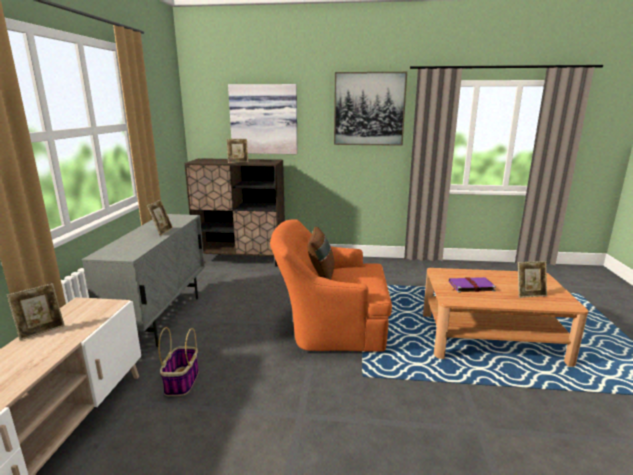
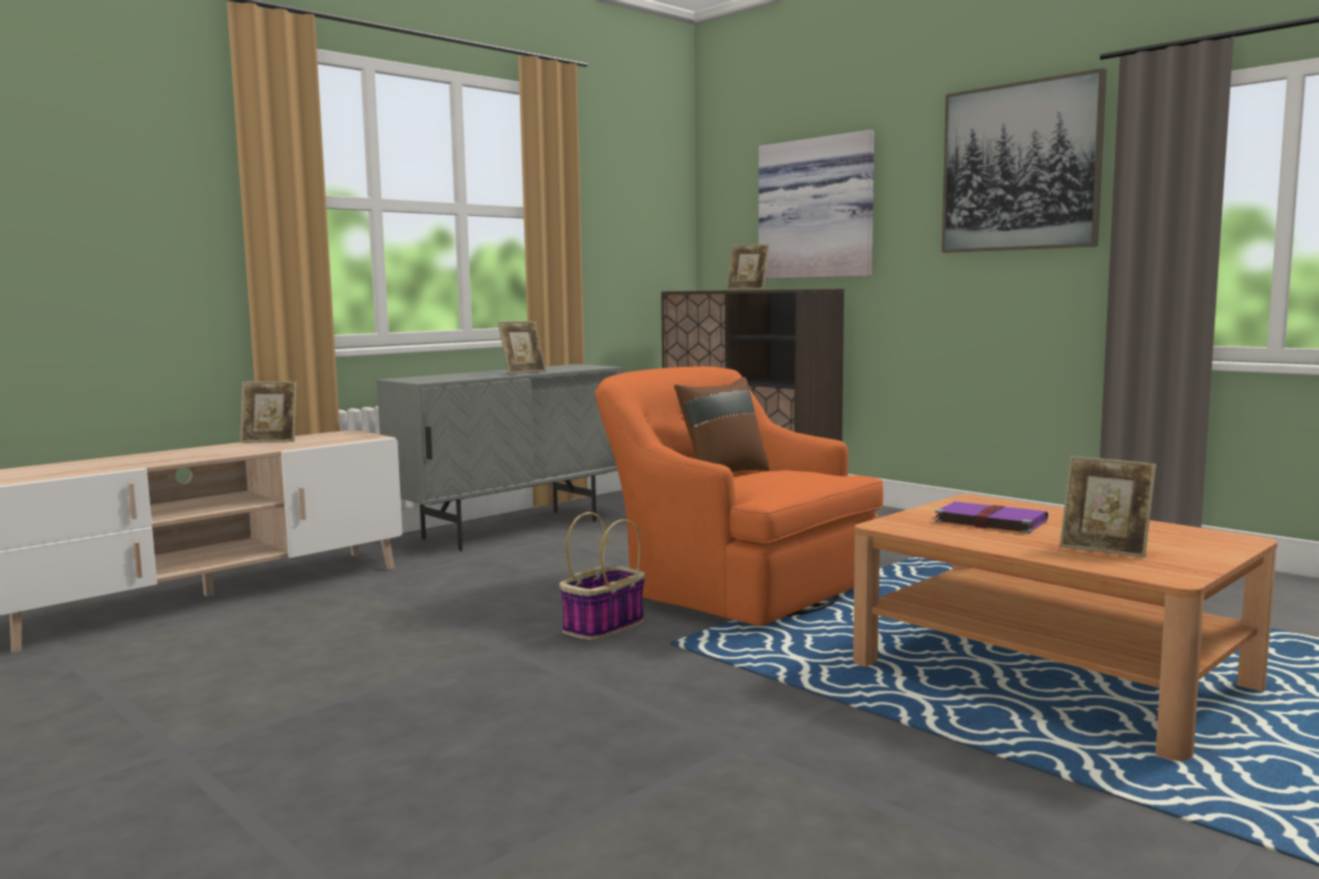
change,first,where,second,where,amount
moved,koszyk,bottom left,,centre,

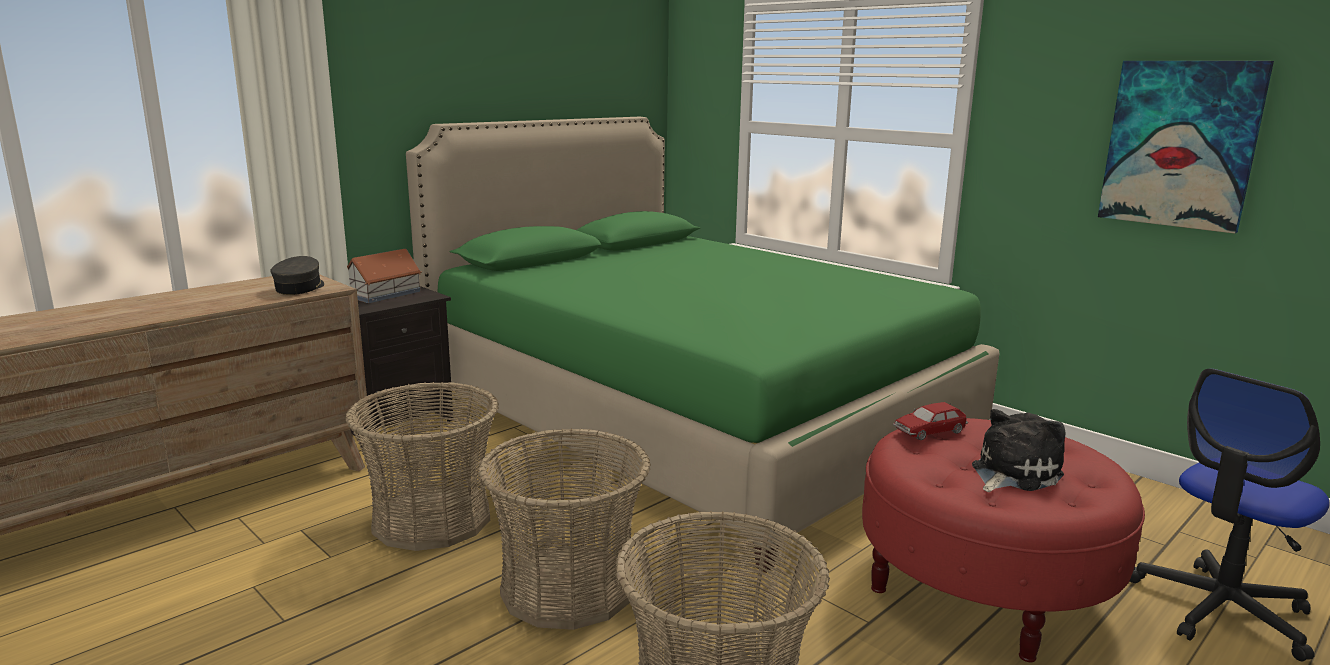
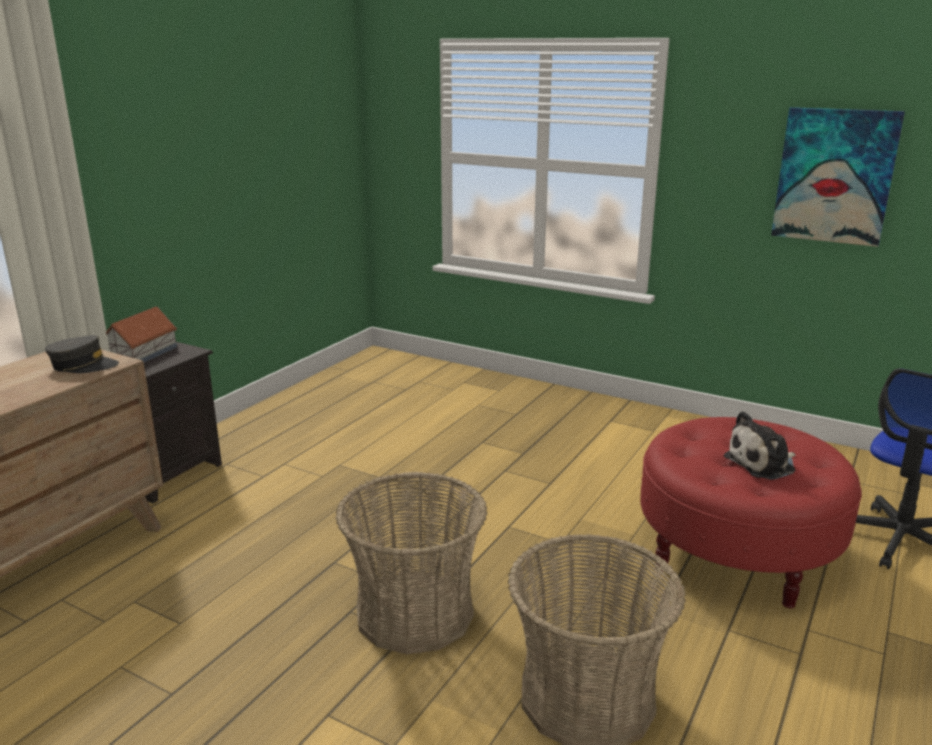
change,first,where,second,where,amount
turned,czapka z daszkiem/szary,middle left,,middle left,105 degrees clockwise
turned,pluszak,bottom right,,middle right,150 degrees counterclockwise
removed,koszyk (1st from left),bottom left,,,
removed,łóżko/zielony,centre,,,
removed,samochodzik,middle right,,,

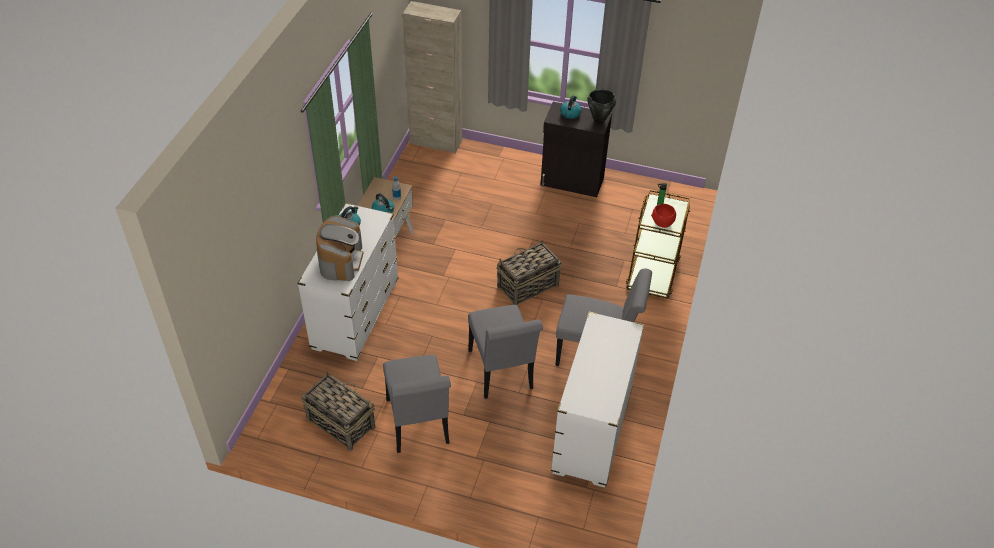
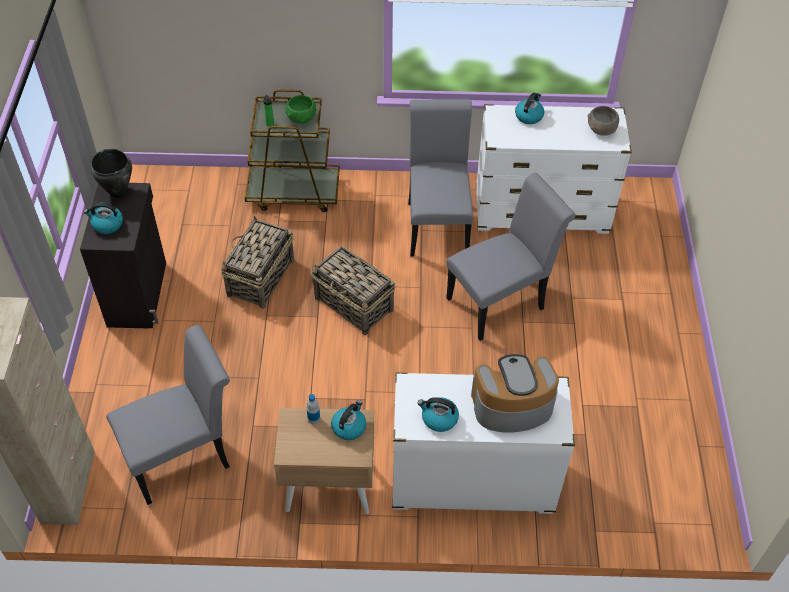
change,first,where,second,where,amount
moved,krzesło/szary (1st from left),bottom centre,,bottom left,
moved,koszyk (1st from left),bottom centre,,middle left,
recoloured,miska/czerwony,middle right,miska/zielony,top centre,
added,,,czajnik (4th from left),top right,
added,,,miska/szary,top right,

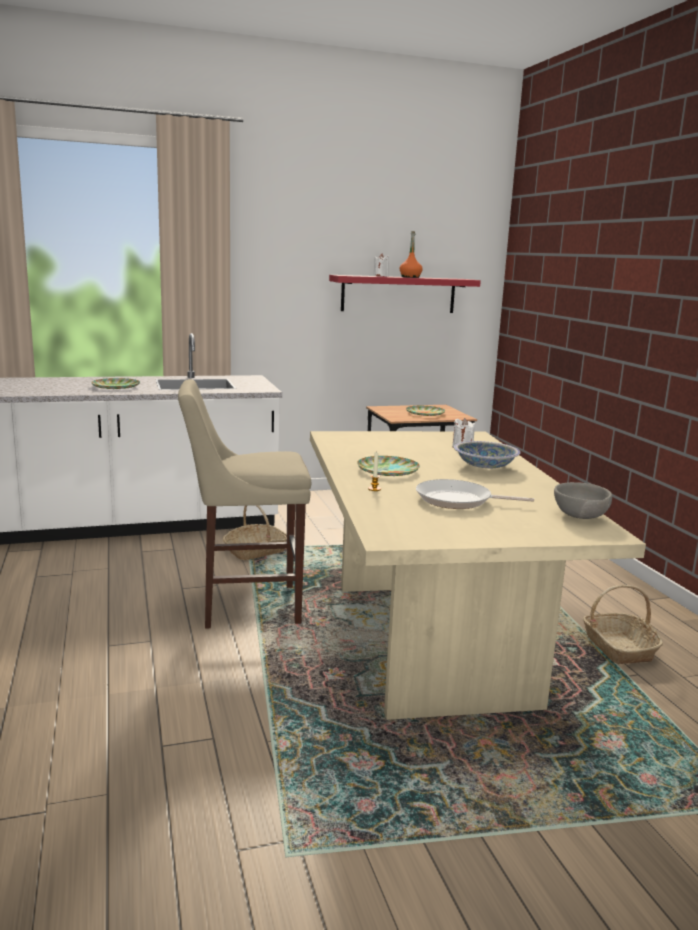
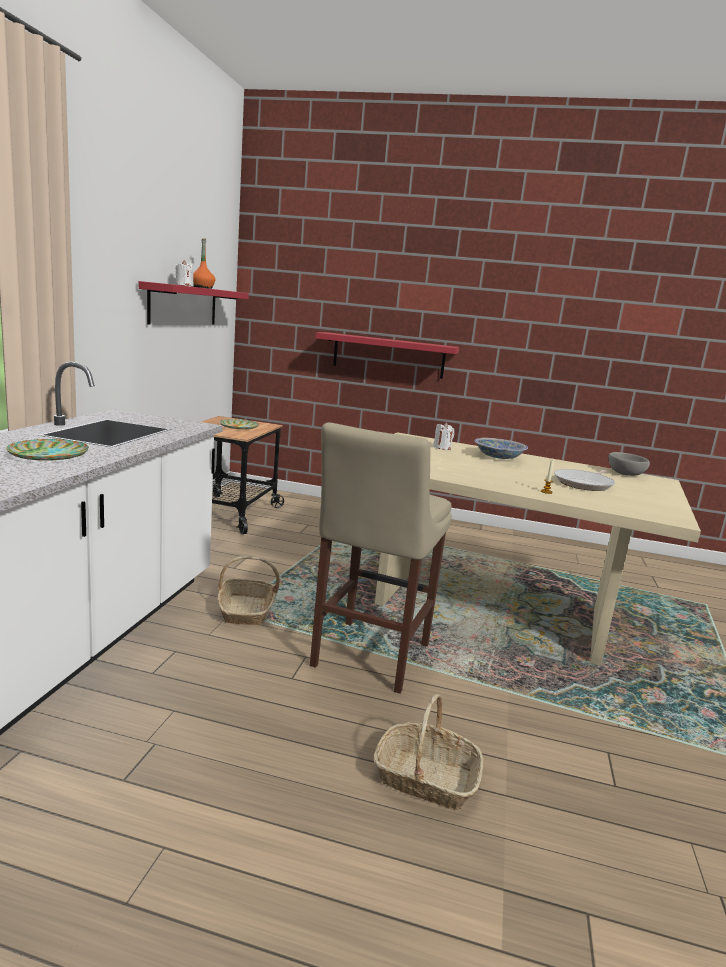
change,first,where,second,where,amount
added,,,półka/czerwony (2nd from left),centre,
moved,koszyk (2nd from left),bottom right,,bottom centre,
removed,talerz (2nd from left),centre,,,

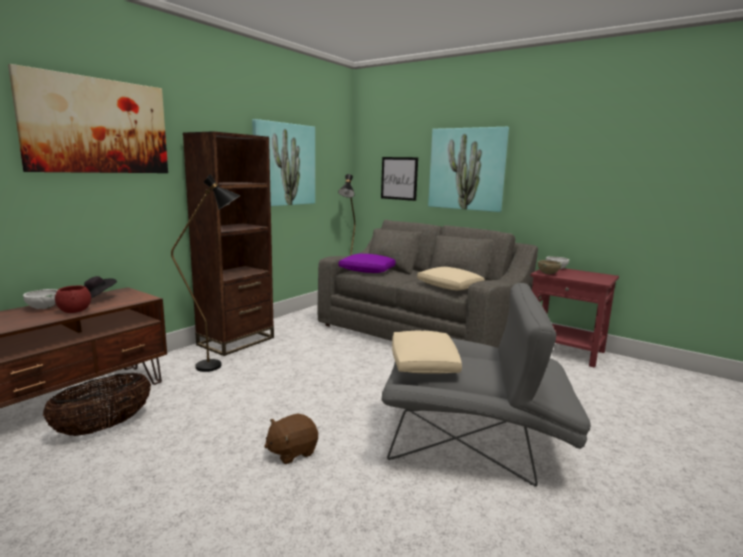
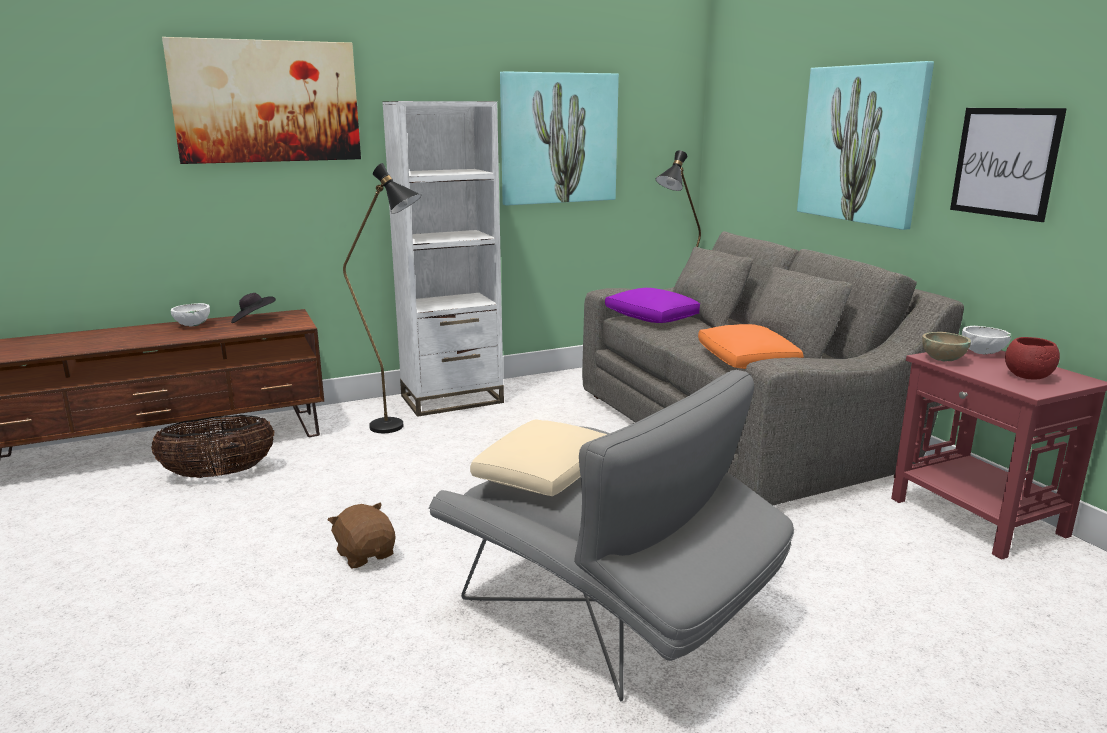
change,first,where,second,where,amount
turned,pluszak/brązowy,bottom centre,,bottom left,60 degrees clockwise
recoloured,regał/brązowy,middle left,regał/biały,centre,
recoloured,poduszka/beżowy (2nd from left),centre,poduszka/pomarańczowy,middle right,
moved,obraz (3rd from left in the first image),top centre,obraz (4th from left),top right,
moved,miska/czerwony,middle left,,middle right,

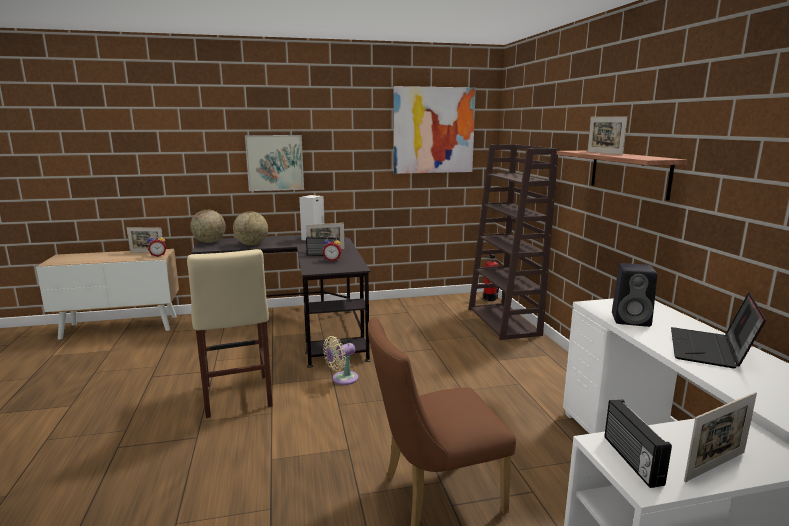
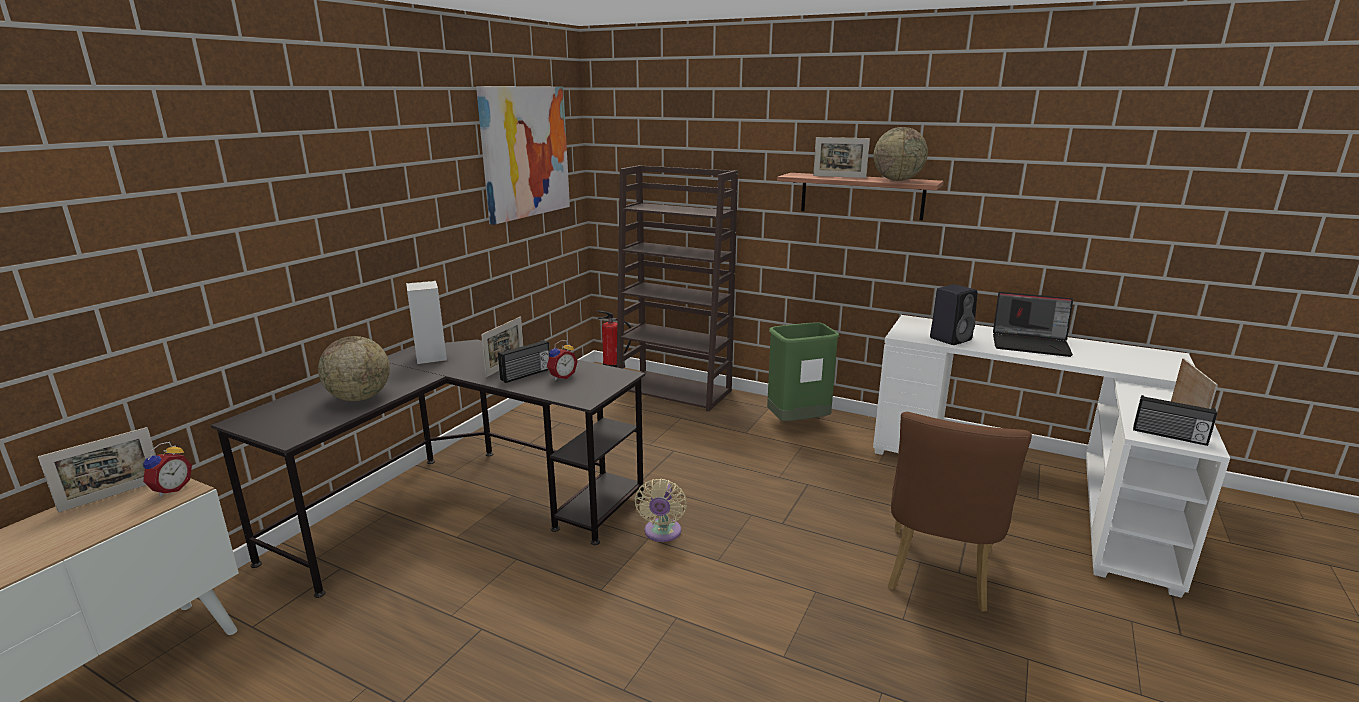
change,first,where,second,where,amount
added,,,kosz na śmieci/zielony,centre,
moved,globus (1st from left in the first image),middle left,globus (2nd from left),top centre,
turned,laptop,middle right,,middle right,45 degrees counterclockwise
removed,stołek/beżowy,middle left,,,
removed,obraz (1st from left),top centre,,,

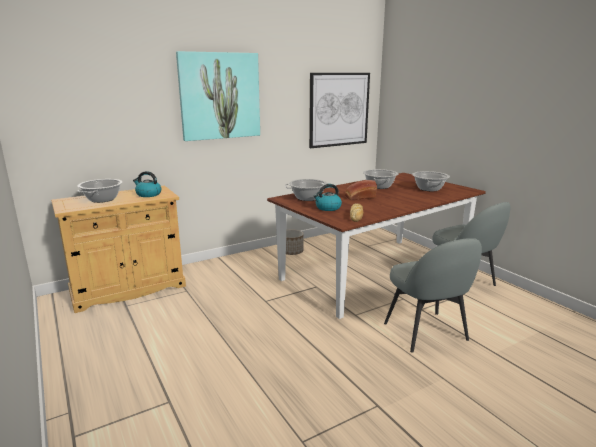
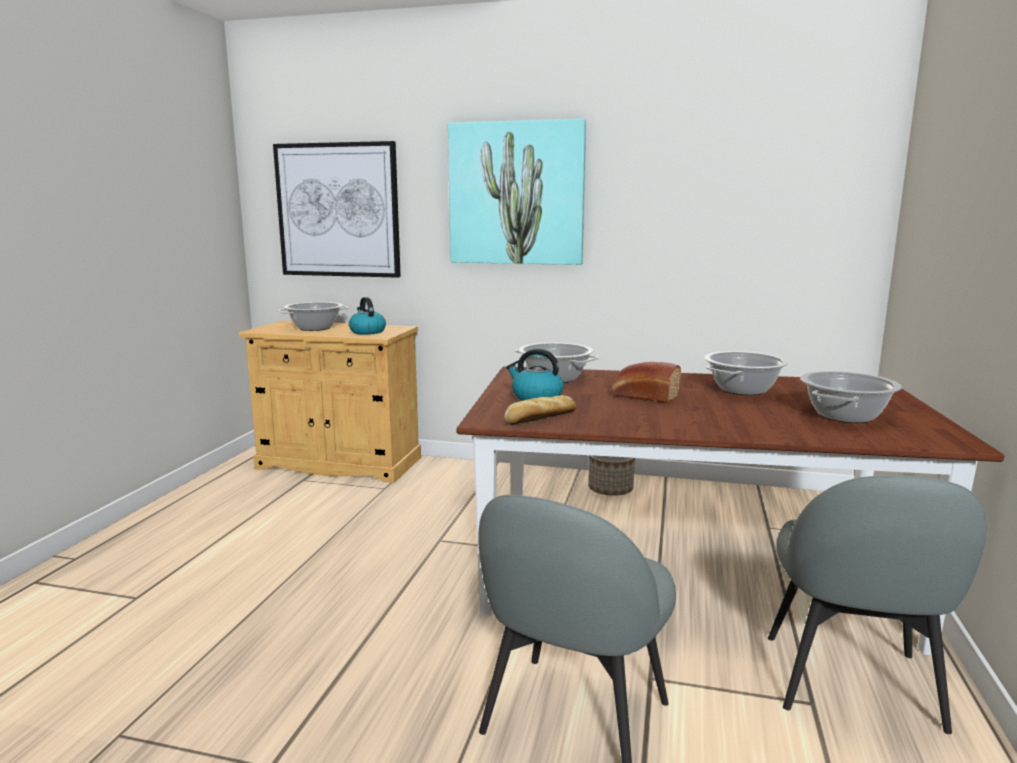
change,first,where,second,where,amount
moved,obraz (2nd from left in the first image),top centre,obraz (1st from left),top left,

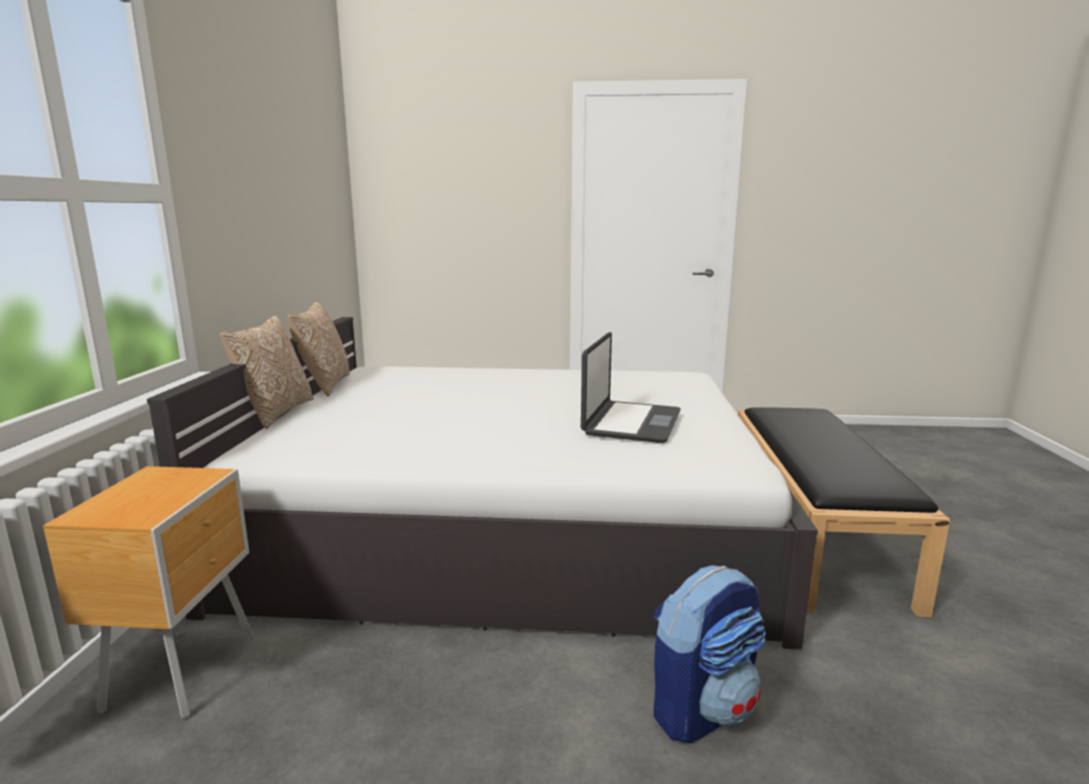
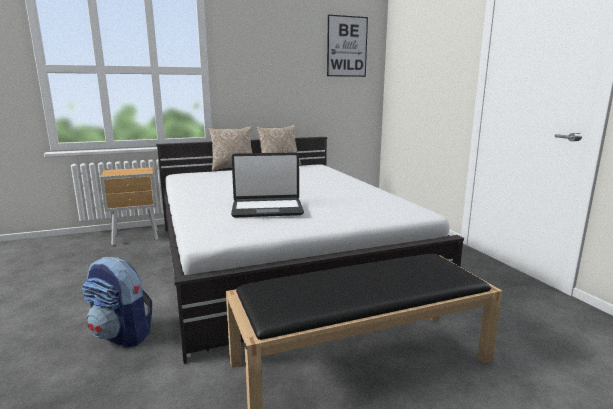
change,first,where,second,where,amount
added,,,obraz,top centre,

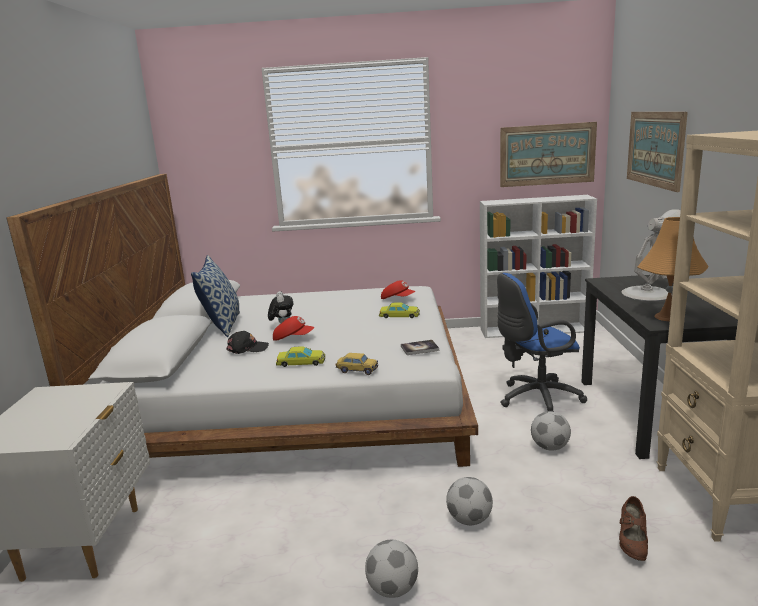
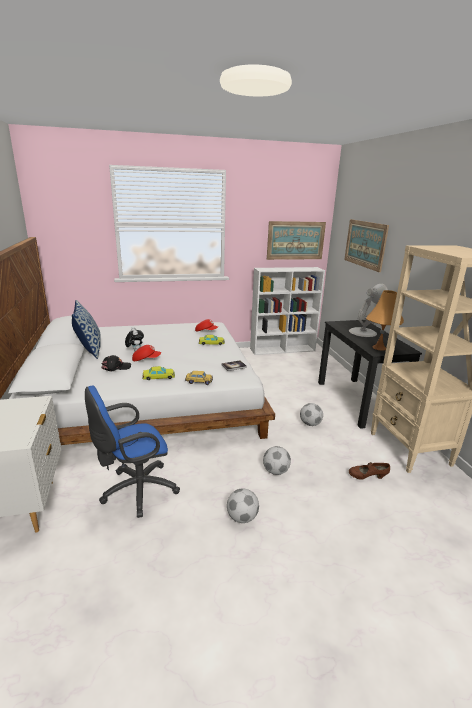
change,first,where,second,where,amount
moved,krzesło biurowe/niebieski,middle right,,middle left,
turned,but/brązowy,bottom right,,middle right,90 degrees clockwise

